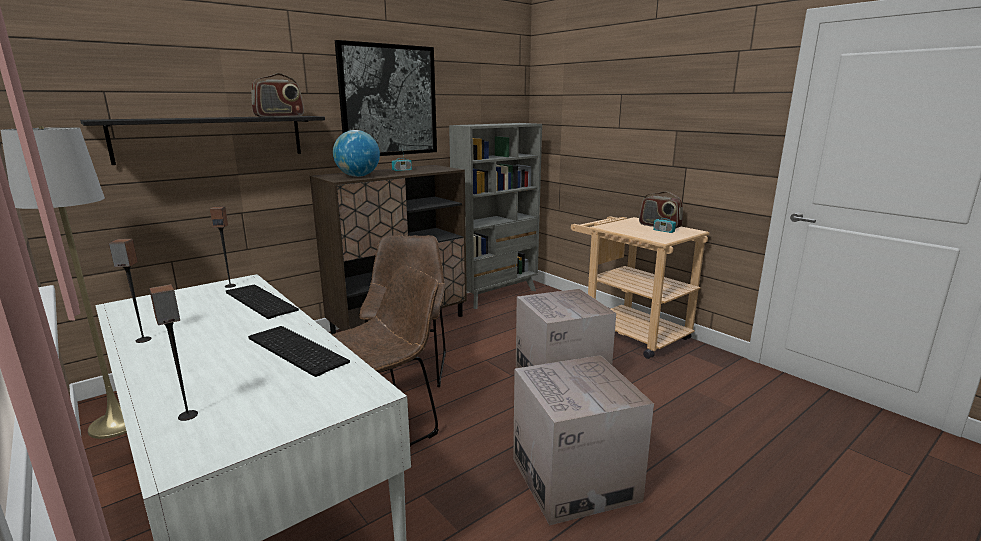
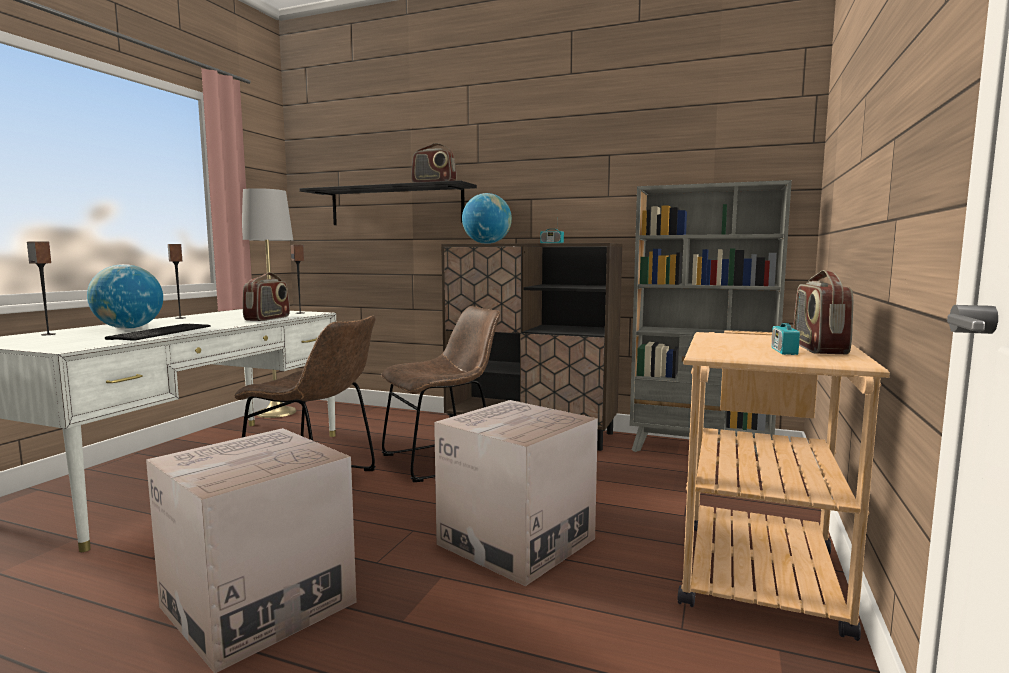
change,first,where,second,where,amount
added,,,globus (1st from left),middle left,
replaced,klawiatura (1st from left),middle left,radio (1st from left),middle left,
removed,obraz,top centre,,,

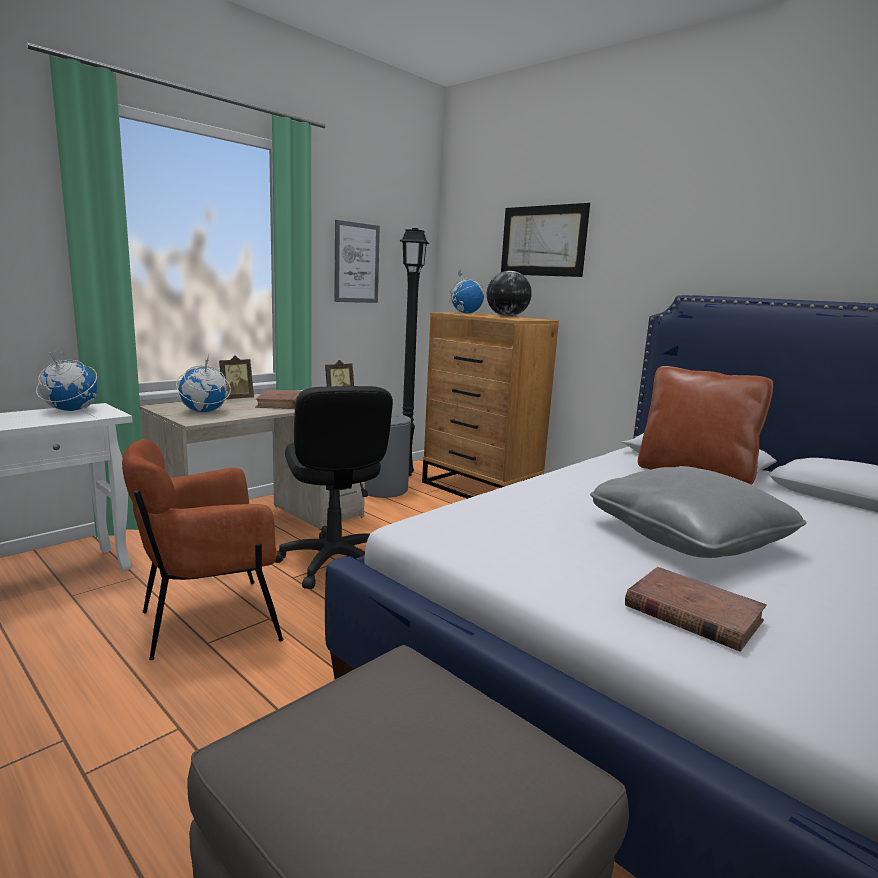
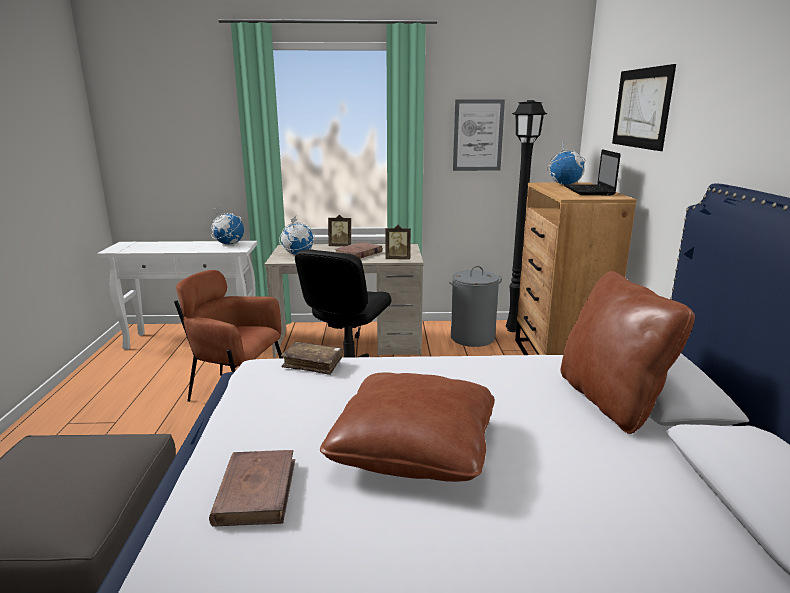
change,first,where,second,where,amount
added,,,książka/brązowy (2nd from left),centre,
recoloured,poduszka/szary,middle right,poduszka/brązowy (1st from left),bottom centre,
replaced,globus (4th from left),centre,laptop,top right,

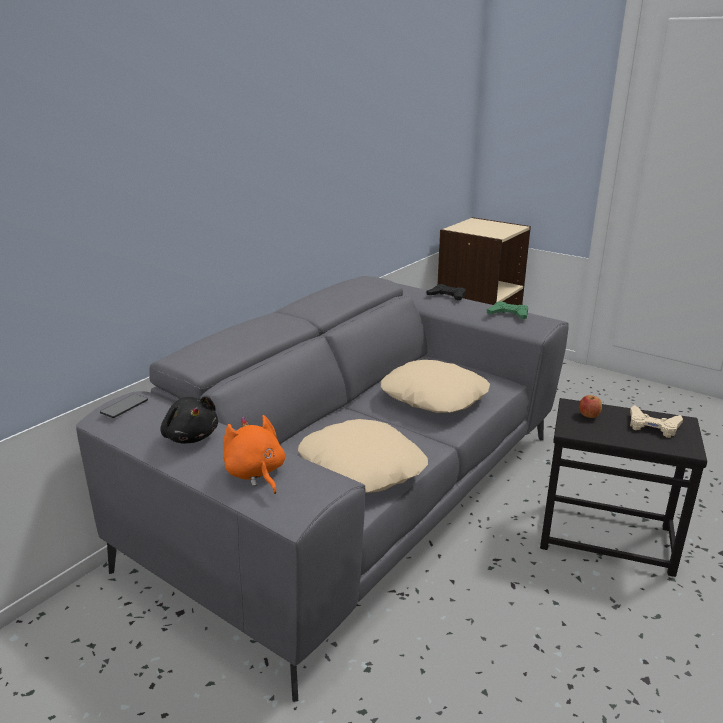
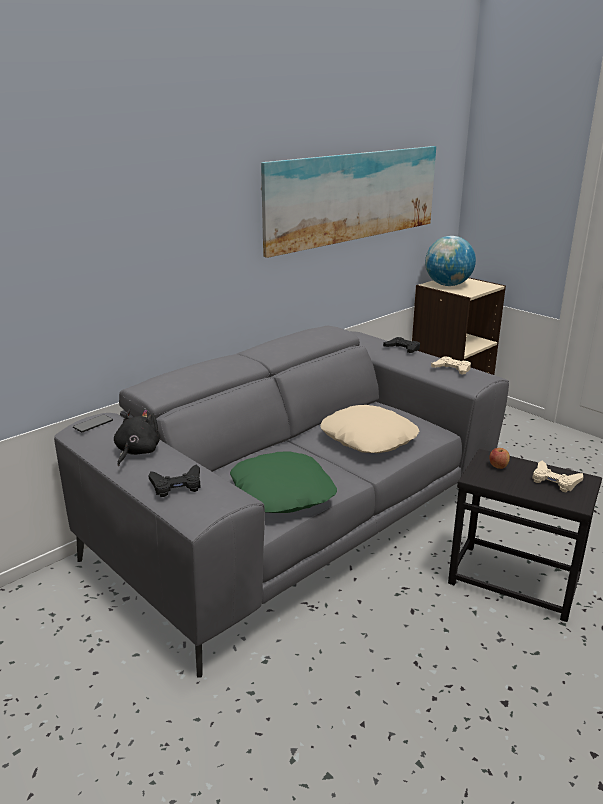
change,first,where,second,where,amount
turned,pluszak/czarny,middle left,,middle left,135 degrees counterclockwise
replaced,pluszak/pomarańczowy,centre,pad do gier/czarny (1st from left),middle left,
recoloured,poduszka/beżowy (1st from left),centre,poduszka/zielony,centre,
added,,,obraz,top centre,
added,,,globus,top right,
recoloured,pad do gier/zielony,middle right,pad do gier/beżowy (1st from left),middle right,

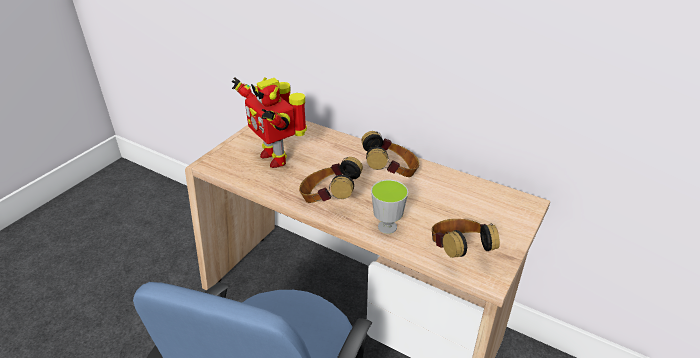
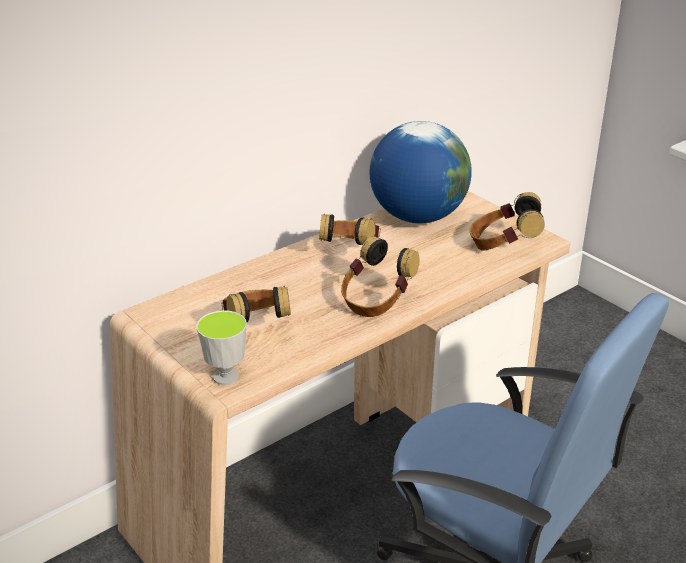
change,first,where,second,where,amount
moved,filiżanka,centre,,middle left,
replaced,robot zabawkowy,centre,słuchawki (1st from left),centre,
added,,,globus,top centre,

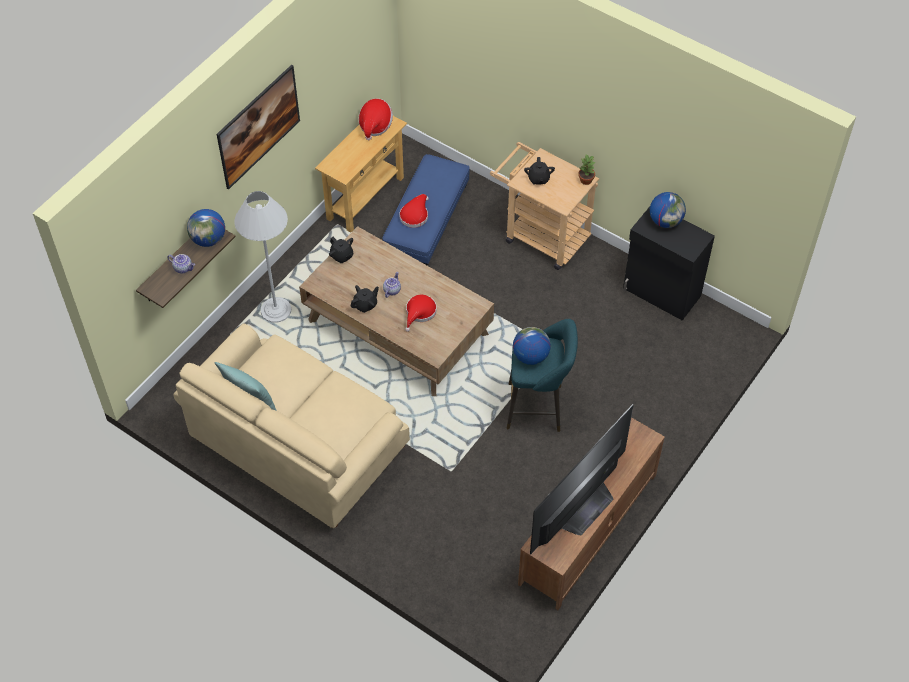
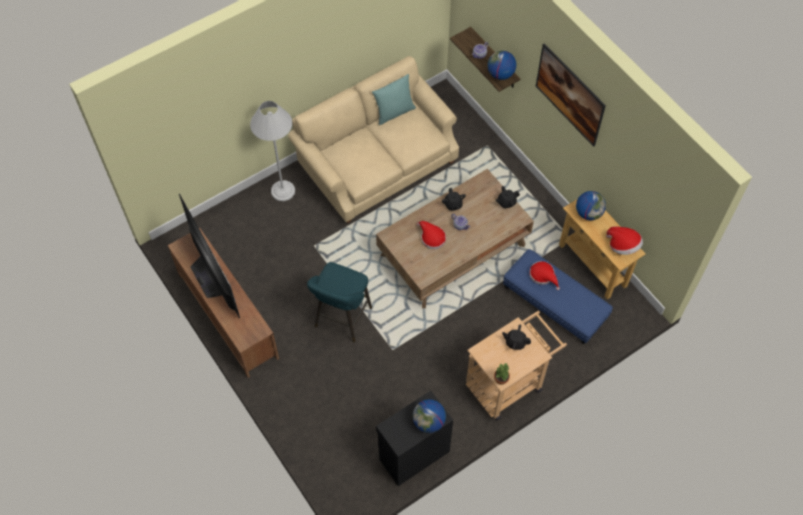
change,first,where,second,where,amount
moved,lampa stojąca/biały,middle left,,top centre,
moved,globus (2nd from left in the first image),centre,globus (3rd from left),middle right,

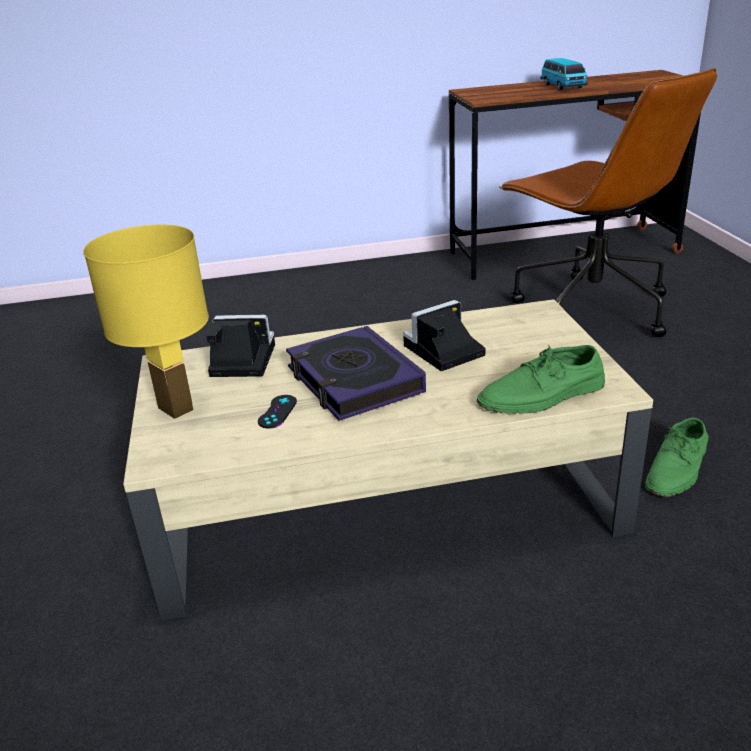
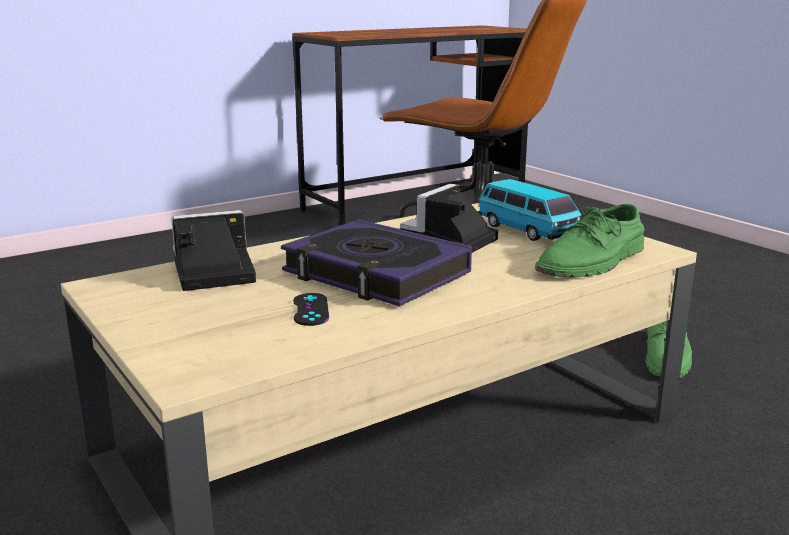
change,first,where,second,where,amount
moved,samochodzik,top right,,middle right,
removed,lampa stołowa/żółty,middle left,,,

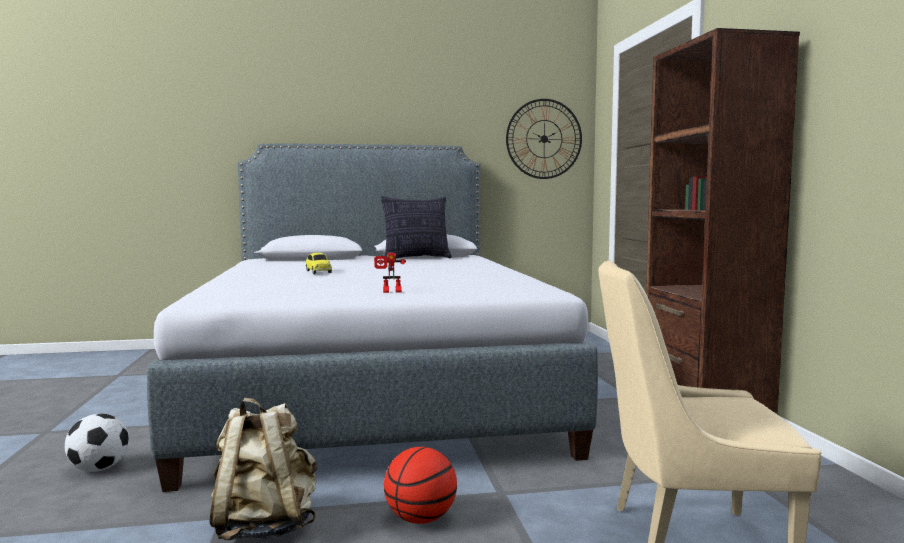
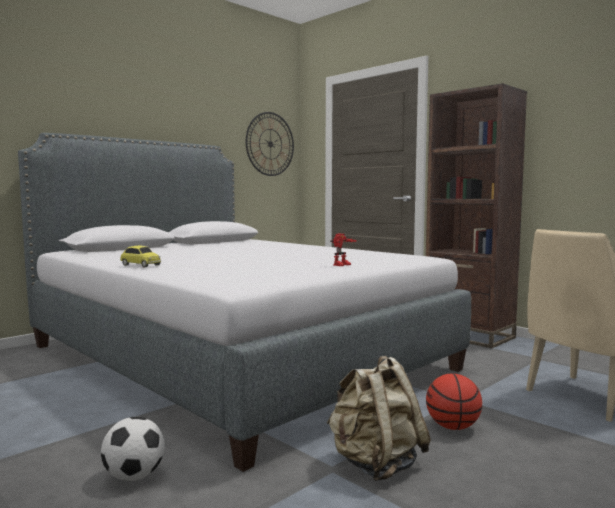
change,first,where,second,where,amount
moved,samochodzik,centre,,middle left,
removed,poduszka,centre,,,

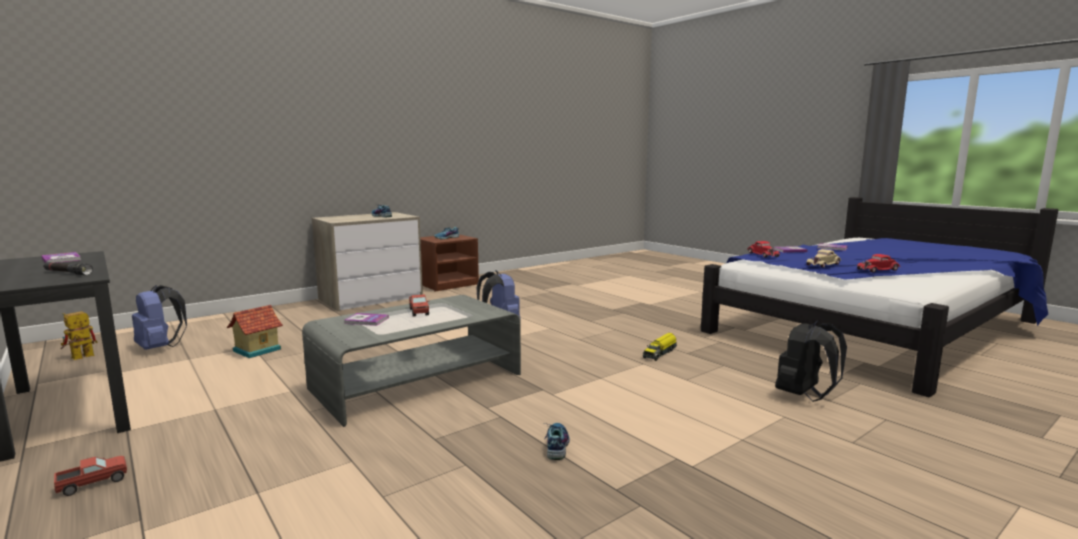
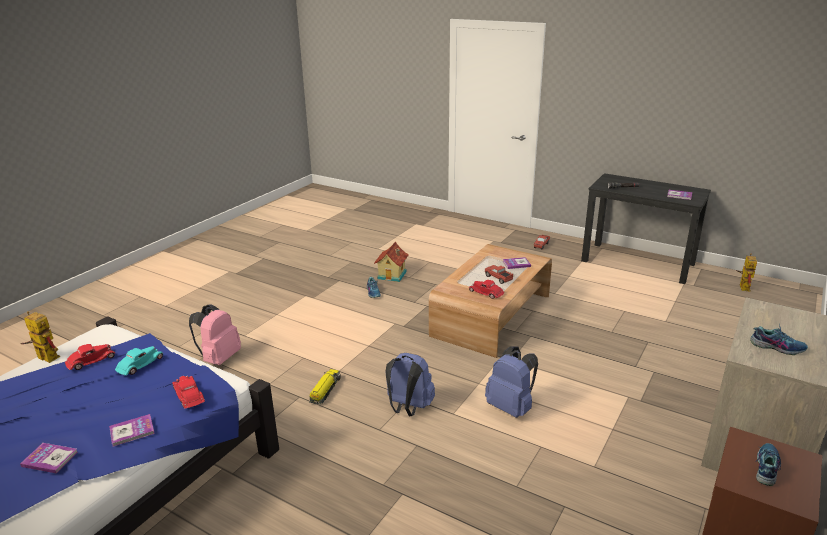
change,first,where,second,where,amount
added,,,robot zabawkowy (1st from left),middle left,
recoloured,samochodzik/beżowy,middle right,samochodzik/turkusowy,bottom left,
recoloured,plecak/czarny,bottom right,plecak/różowy,middle left,
moved,domek,middle left,,centre,
moved,plecak/niebieski (1st from left),middle left,,bottom centre,
recoloured,ława/szary,bottom centre,ława/brązowy,centre,
added,,,samochodzik/czerwony (3rd from left),centre,

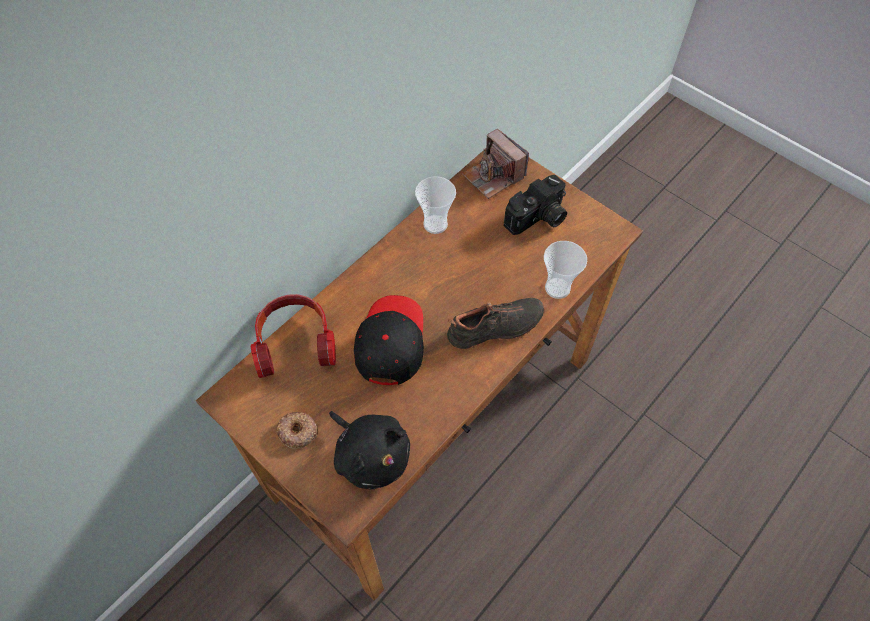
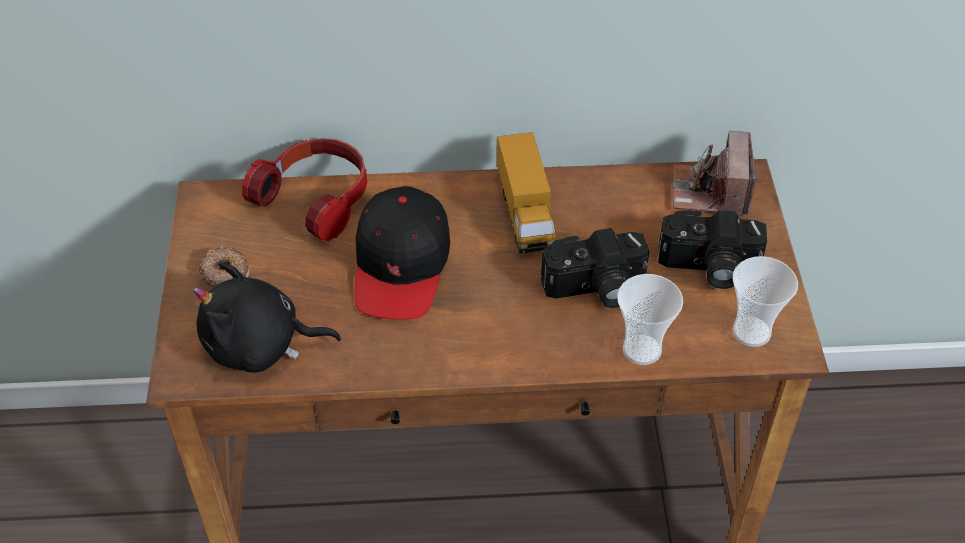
change,first,where,second,where,amount
turned,pluszak/czarny,bottom centre,,middle left,90 degrees clockwise
turned,czapka z daszkiem/czarny,centre,,centre,135 degrees clockwise
added,,,ciężarówka zabawkowa,centre,
added,,,aparat fotograficzny (1st from left),centre,
moved,filiżanka (1st from left in the first image),top centre,filiżanka (2nd from left),middle right,
removed,but/czarny,centre,,,

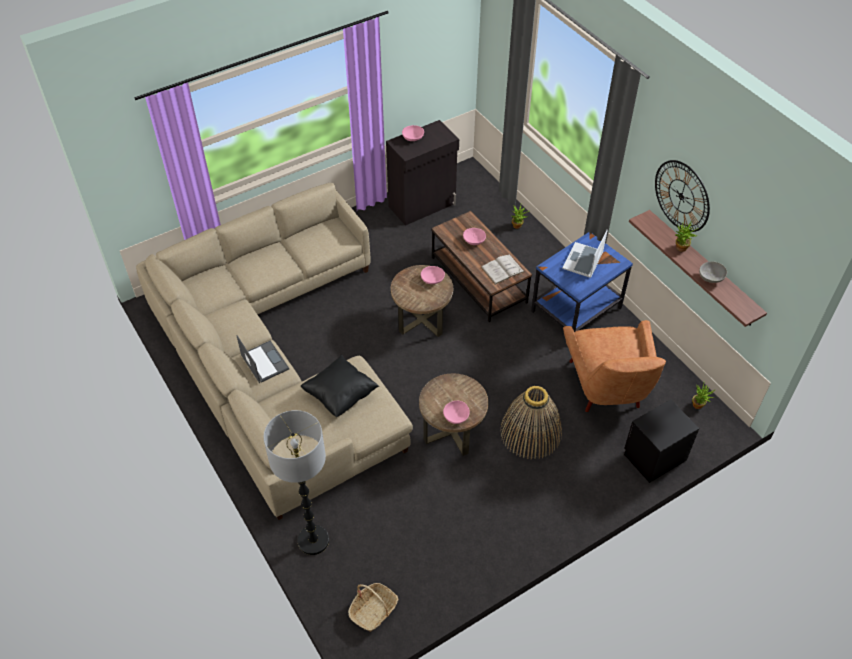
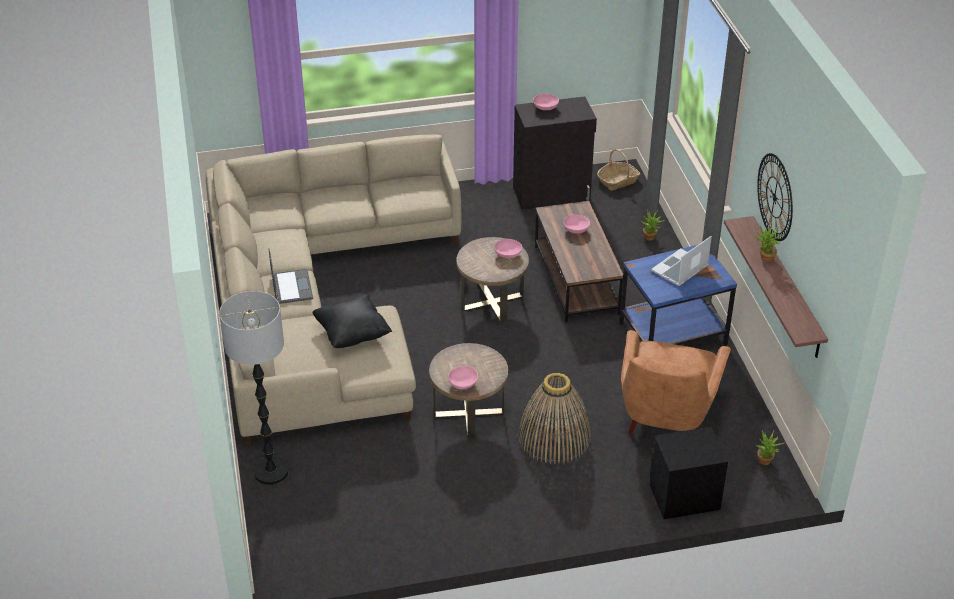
change,first,where,second,where,amount
moved,koszyk (1st from left in the first image),bottom centre,koszyk (2nd from left),top centre,
removed,książka/biały,centre,,,
removed,miska/szary,middle right,,,

